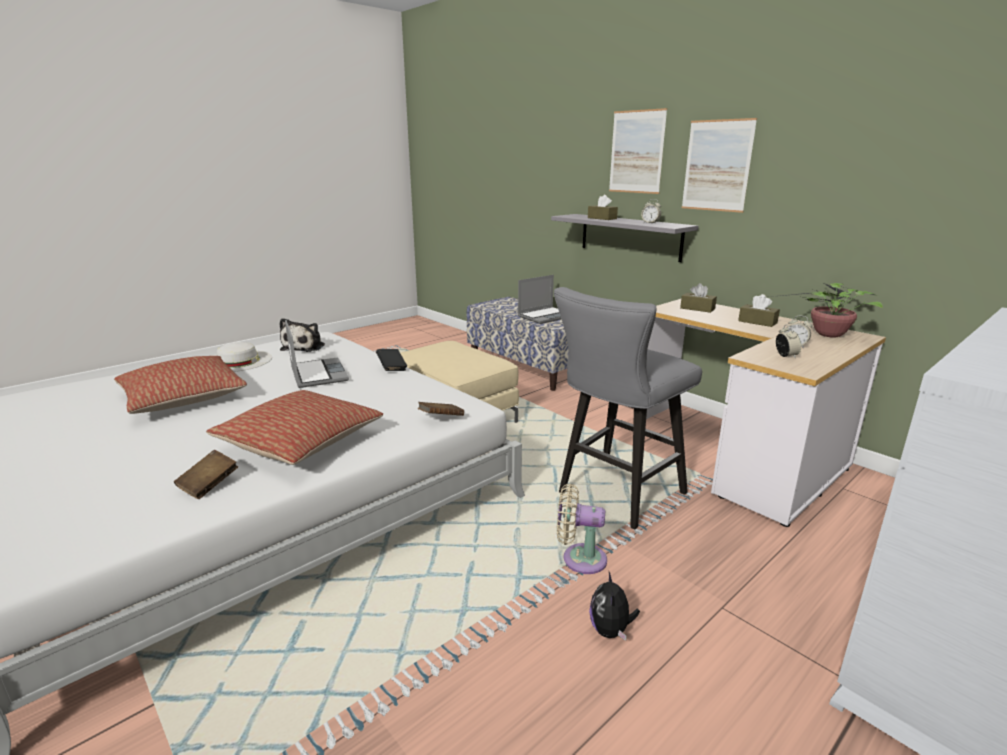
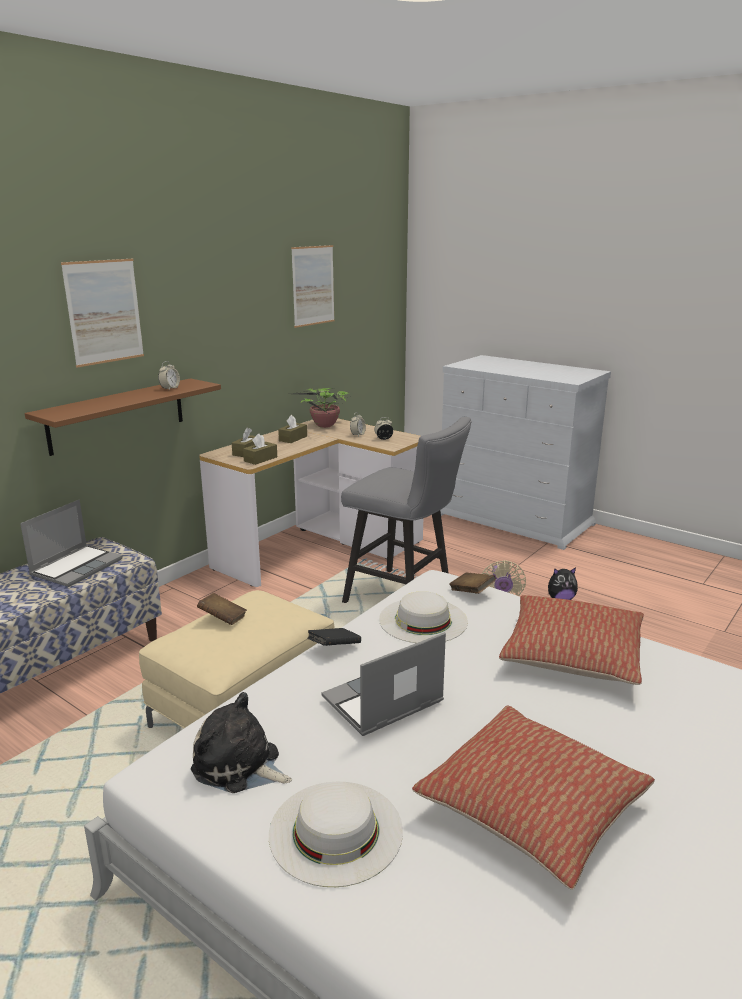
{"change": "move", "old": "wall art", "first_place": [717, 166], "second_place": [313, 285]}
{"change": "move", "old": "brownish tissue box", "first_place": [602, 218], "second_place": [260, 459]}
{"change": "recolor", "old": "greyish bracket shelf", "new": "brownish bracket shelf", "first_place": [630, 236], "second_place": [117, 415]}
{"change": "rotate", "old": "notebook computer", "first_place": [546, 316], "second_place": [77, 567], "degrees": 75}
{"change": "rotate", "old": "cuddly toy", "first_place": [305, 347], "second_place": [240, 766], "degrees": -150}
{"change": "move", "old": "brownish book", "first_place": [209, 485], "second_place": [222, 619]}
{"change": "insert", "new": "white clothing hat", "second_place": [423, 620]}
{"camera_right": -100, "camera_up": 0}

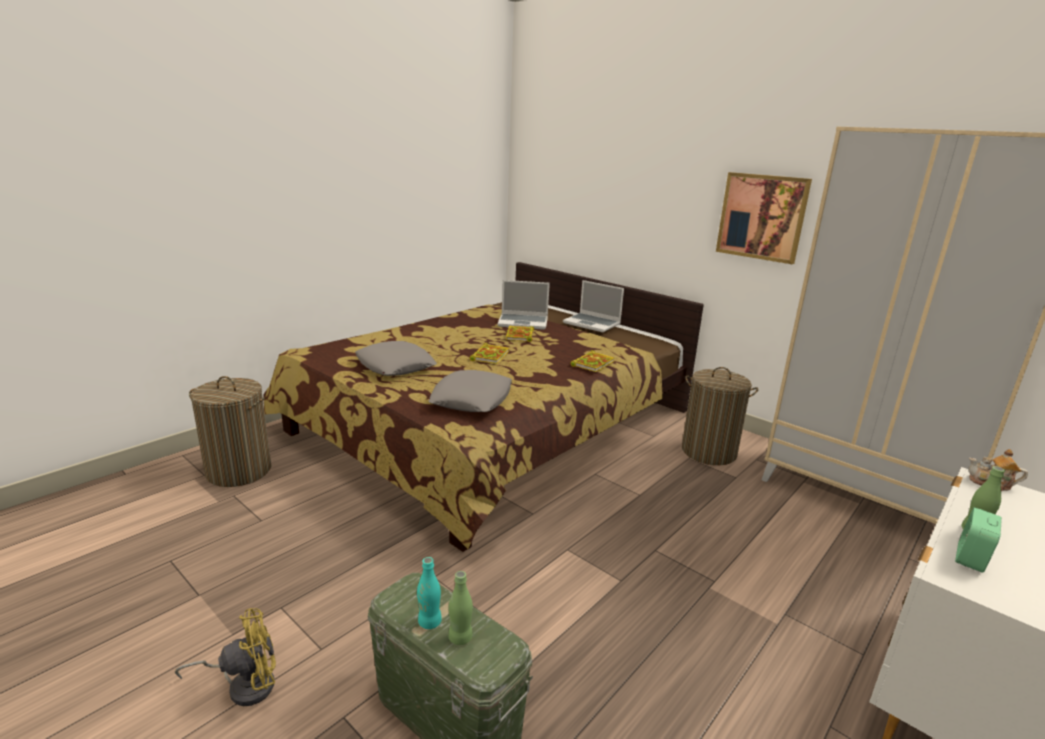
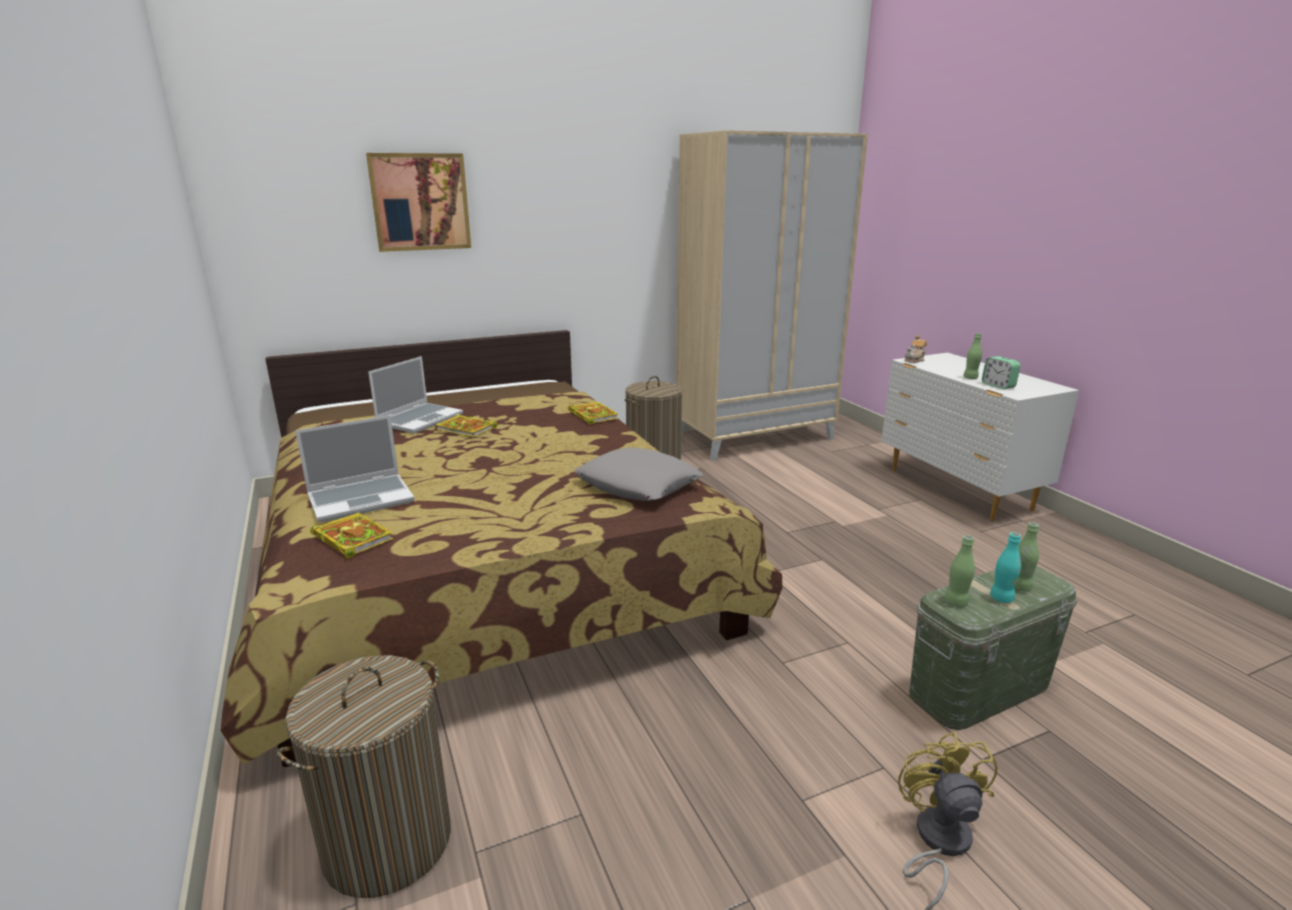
{"change": "move", "old": "wall art", "first_place": [762, 217], "second_place": [420, 202]}
{"change": "move", "old": "notebook computer", "first_place": [592, 323], "second_place": [362, 499]}
{"change": "delete", "old": "greyish pillow", "first_place": [395, 366]}
{"change": "move", "old": "book", "first_place": [490, 356], "second_place": [351, 538]}
{"change": "insert", "new": "green-coloured beverage bottle", "second_place": [956, 602]}
{"camera_right": -65, "camera_up": 0}

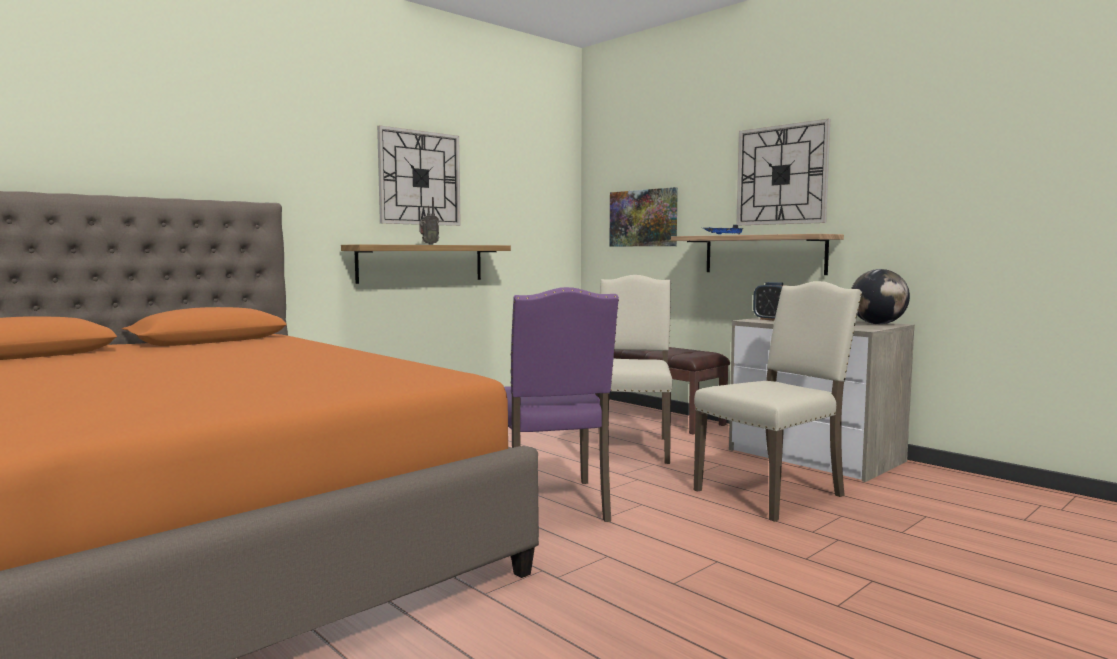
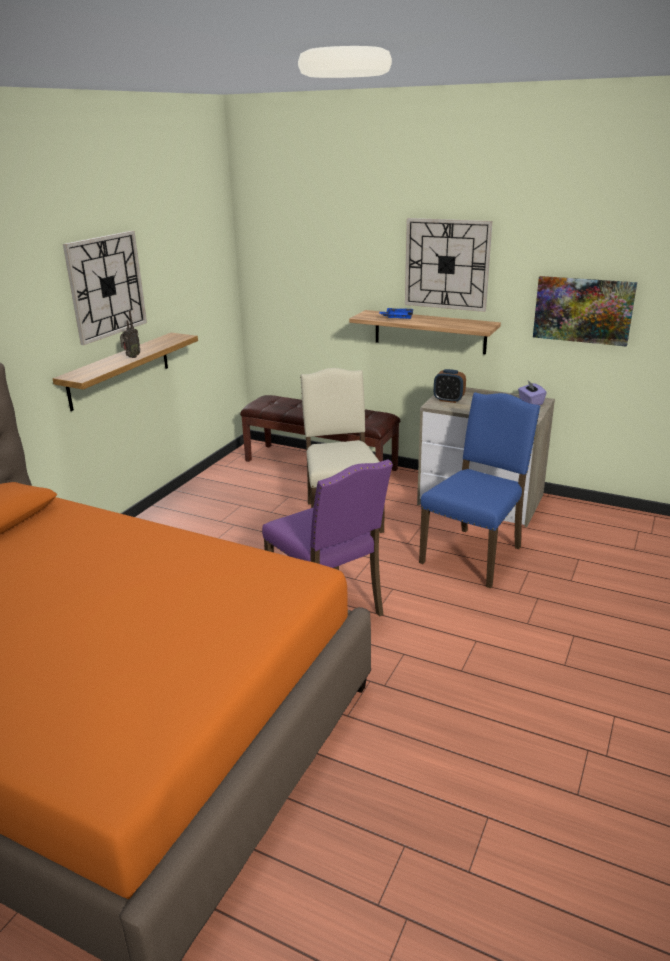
{"change": "move", "old": "wall art", "first_place": [643, 218], "second_place": [583, 310]}
{"change": "replace", "old": "globe", "new": "purple tissue box", "first_place": [878, 324], "second_place": [530, 402]}
{"change": "recolor", "old": "beige-coloured chair", "new": "blue-coloured chair", "first_place": [773, 493], "second_place": [474, 554]}
{"camera_right": -20, "camera_up": 20}

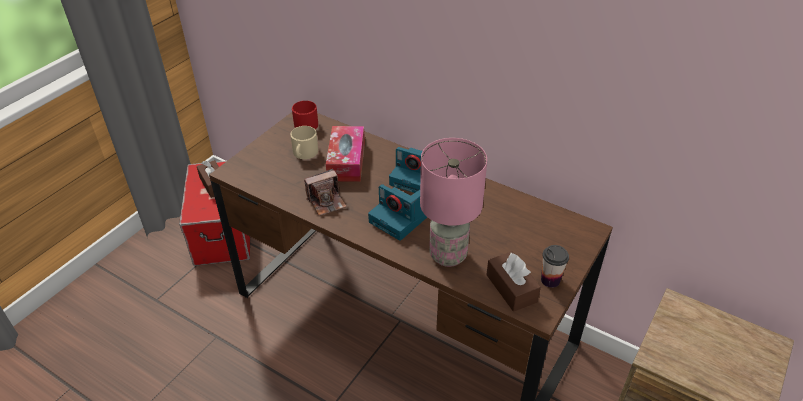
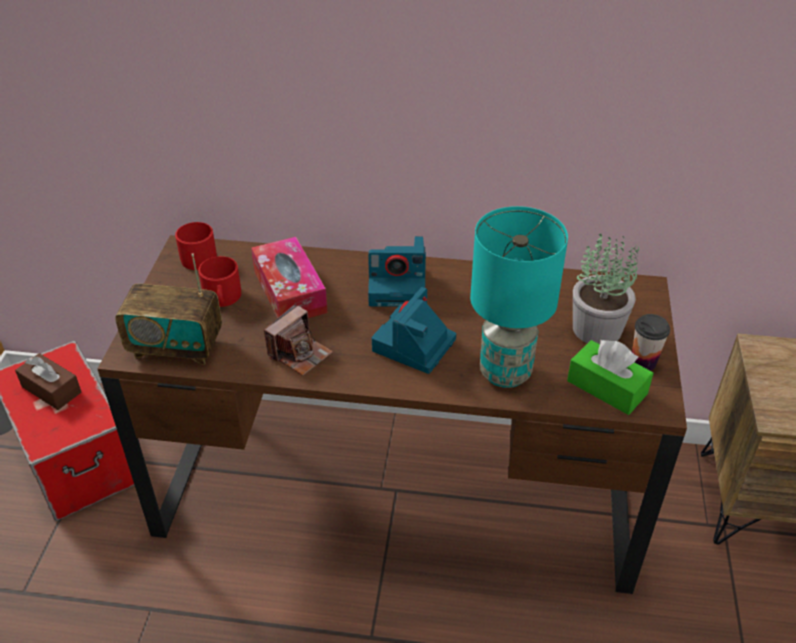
{"change": "recolor", "old": "beige-coloured mug", "new": "red mug", "first_place": [304, 153], "second_place": [222, 298]}
{"change": "recolor", "old": "pink-coloured lamp for a table", "new": "blue-green lamp for a table", "first_place": [447, 256], "second_place": [505, 373]}
{"change": "rotate", "old": "photo camera", "first_place": [400, 219], "second_place": [414, 346], "degrees": 105}
{"change": "recolor", "old": "brownish tissue box", "new": "green-coloured tissue box", "first_place": [511, 288], "second_place": [607, 387]}
{"change": "insert", "new": "potted plant", "second_place": [598, 328]}
{"change": "insert", "new": "radio set", "second_place": [176, 347]}
{"camera_right": -25, "camera_up": 0}

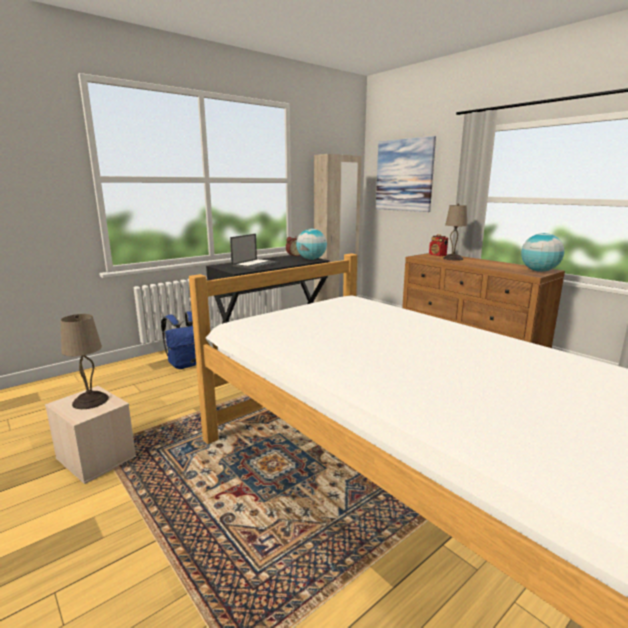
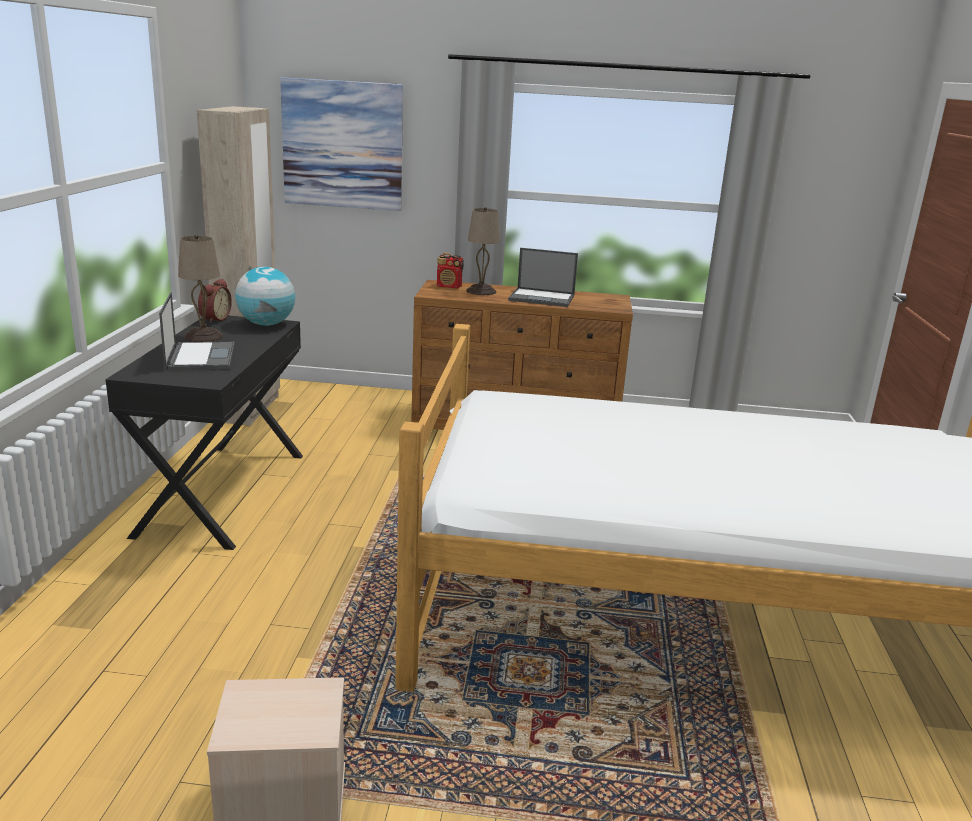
{"change": "delete", "old": "globe", "first_place": [539, 271]}
{"change": "delete", "old": "blue-coloured rucksack", "first_place": [186, 364]}
{"change": "move", "old": "beige-coloured lamp for a table", "first_place": [90, 401], "second_place": [204, 337]}
{"change": "insert", "new": "notebook computer", "second_place": [542, 298]}
{"camera_right": -45, "camera_up": 5}

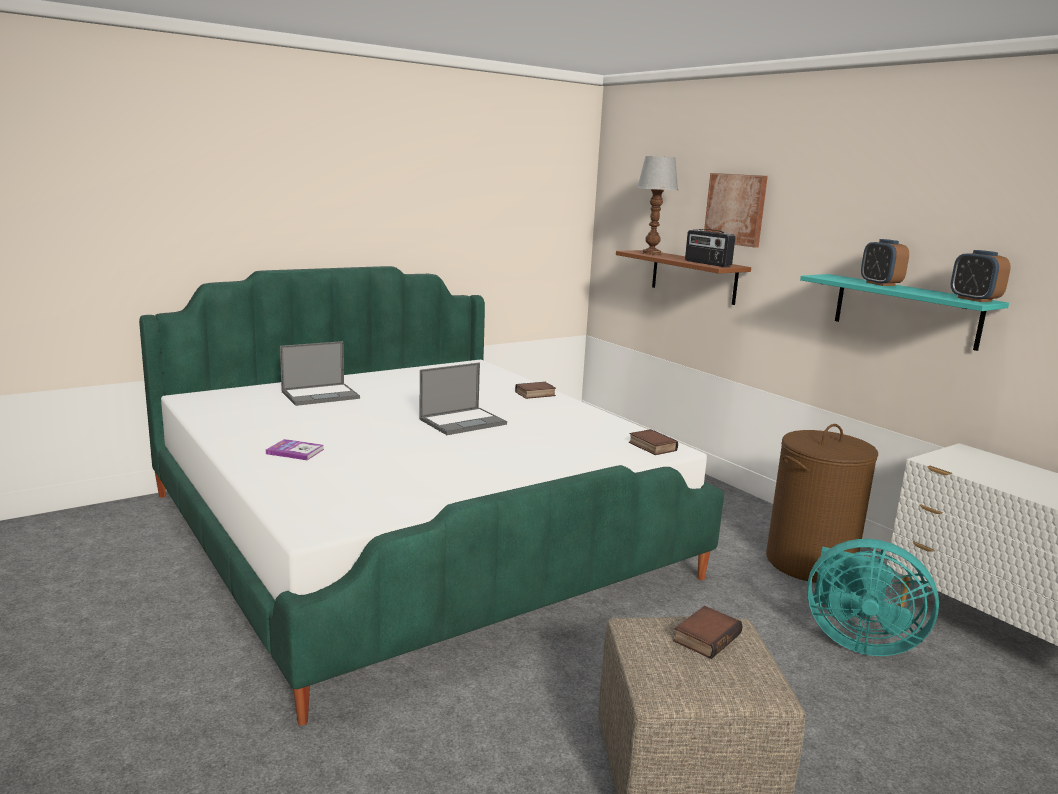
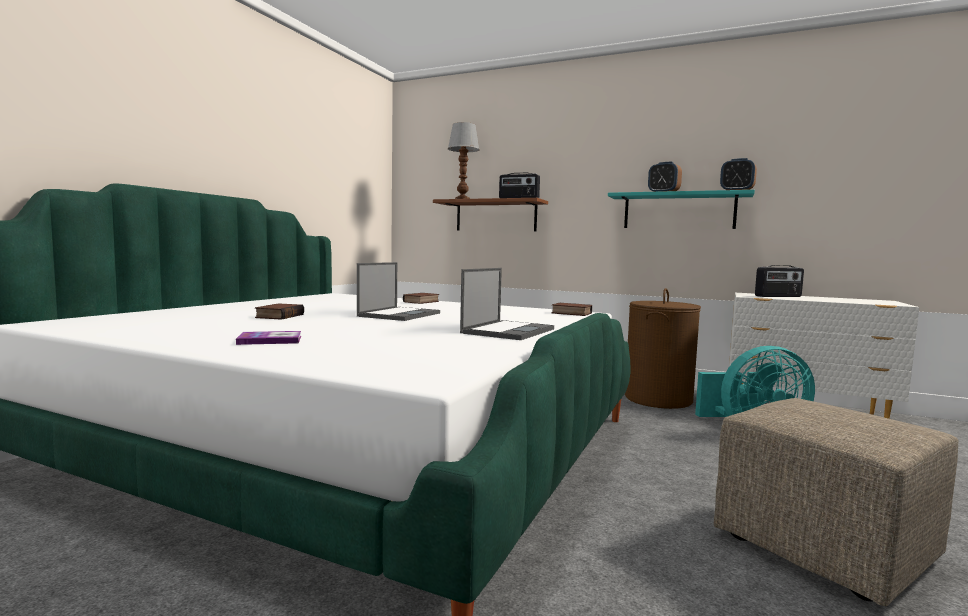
{"change": "delete", "old": "wall art", "first_place": [735, 209]}
{"change": "move", "old": "notebook computer", "first_place": [321, 395], "second_place": [508, 331]}
{"change": "move", "old": "book", "first_place": [705, 636], "second_place": [279, 316]}
{"change": "insert", "new": "radio set", "second_place": [778, 296]}
{"camera_right": -30, "camera_up": -10}

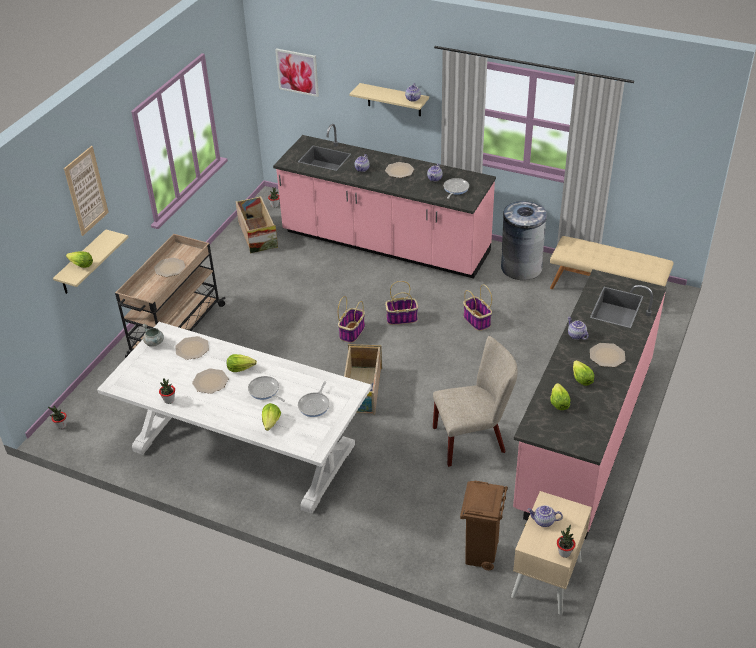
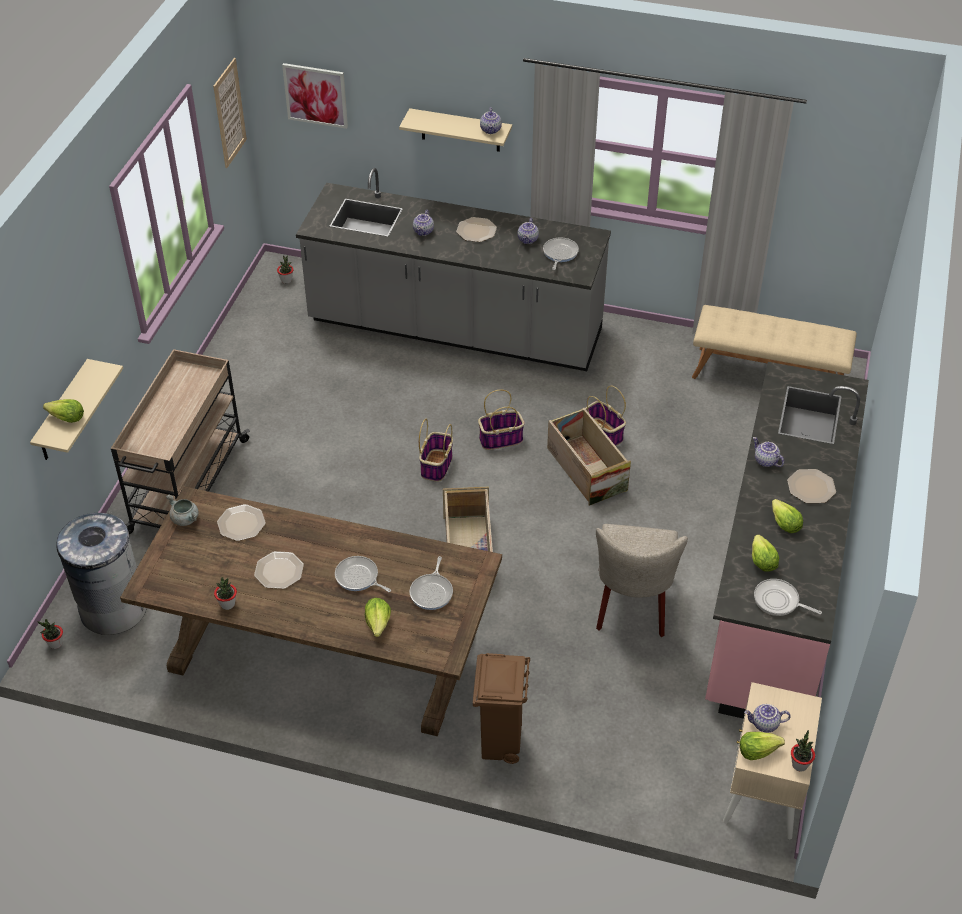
{"change": "recolor", "old": "pink-coloured kitchen base unit", "new": "greyish kitchen base unit", "first_place": [385, 244], "second_place": [455, 328]}
{"change": "move", "old": "wall art", "first_place": [86, 191], "second_place": [229, 113]}
{"change": "move", "old": "packing crate", "first_place": [257, 234], "second_place": [585, 469]}
{"change": "move", "old": "greyish waste bin", "first_place": [521, 267], "second_place": [113, 608]}
{"change": "delete", "old": "flat dish", "first_place": [170, 268]}
{"change": "recolor", "old": "white dinner table", "new": "brownish dinner table", "first_place": [244, 447], "second_place": [324, 650]}
{"change": "rotate", "old": "beige-coloured chair", "first_place": [473, 439], "second_place": [632, 607], "degrees": 120}
{"change": "move", "old": "lettuce", "first_place": [241, 368], "second_place": [757, 750]}
{"change": "move", "old": "brownish waste bin", "first_place": [480, 556], "second_place": [500, 745]}
{"change": "insert", "new": "frying pan", "second_place": [779, 601]}
{"camera_right": -10, "camera_up": 5}

